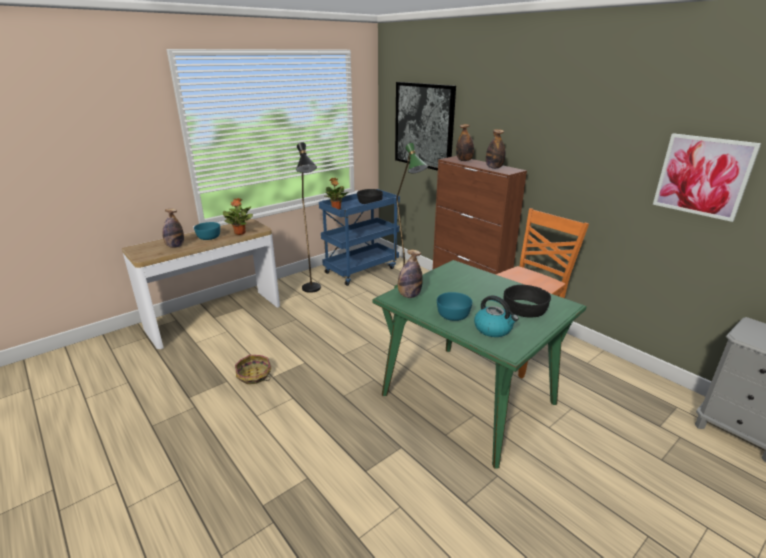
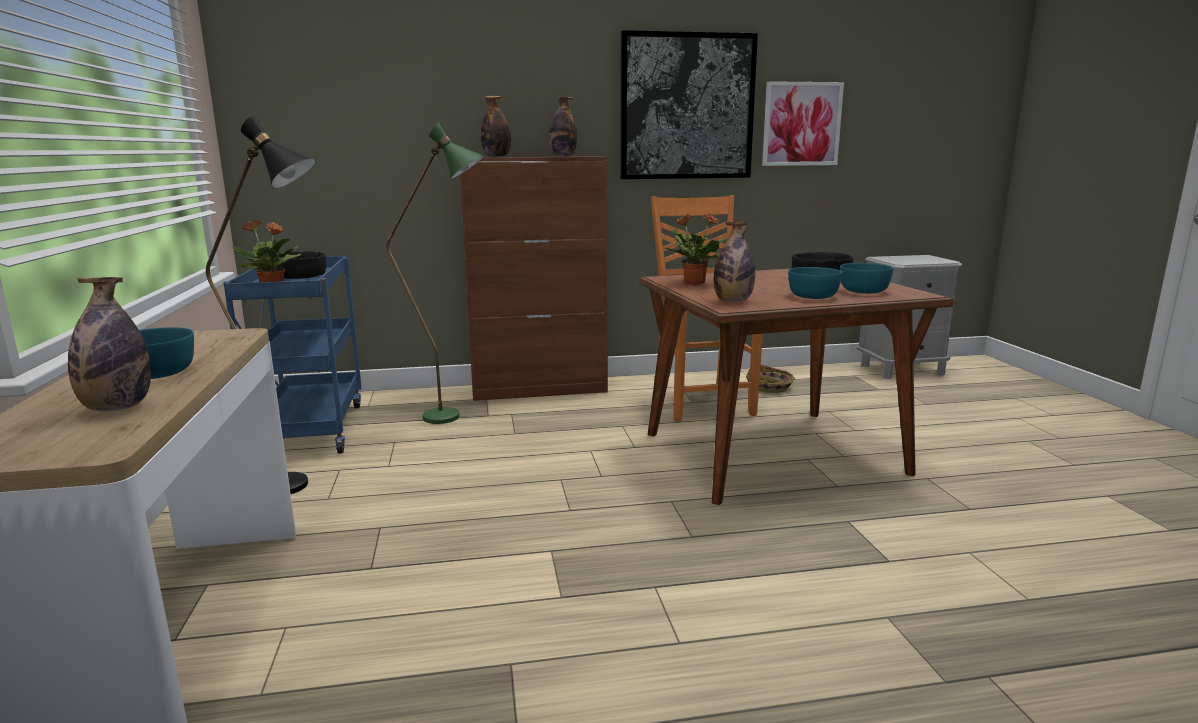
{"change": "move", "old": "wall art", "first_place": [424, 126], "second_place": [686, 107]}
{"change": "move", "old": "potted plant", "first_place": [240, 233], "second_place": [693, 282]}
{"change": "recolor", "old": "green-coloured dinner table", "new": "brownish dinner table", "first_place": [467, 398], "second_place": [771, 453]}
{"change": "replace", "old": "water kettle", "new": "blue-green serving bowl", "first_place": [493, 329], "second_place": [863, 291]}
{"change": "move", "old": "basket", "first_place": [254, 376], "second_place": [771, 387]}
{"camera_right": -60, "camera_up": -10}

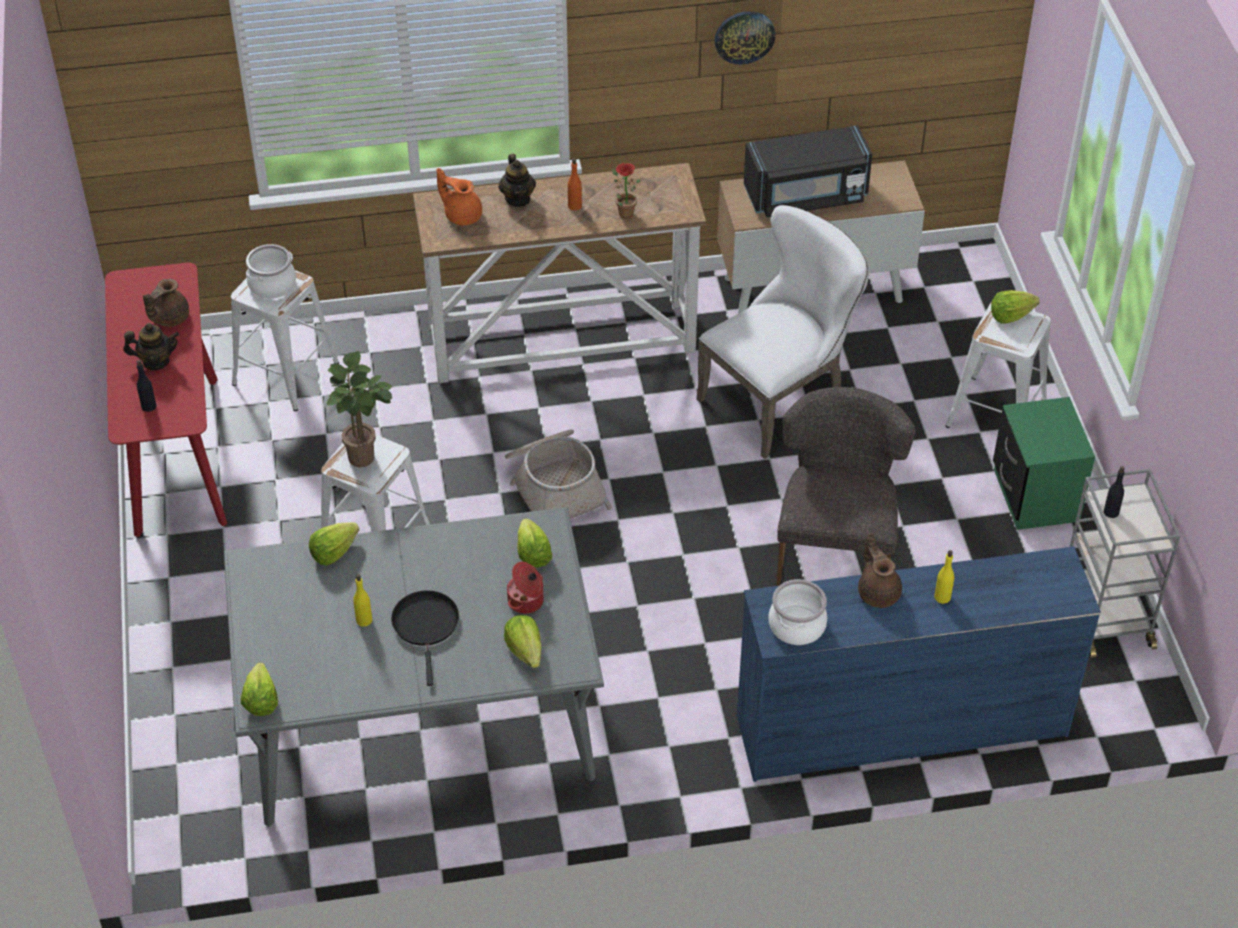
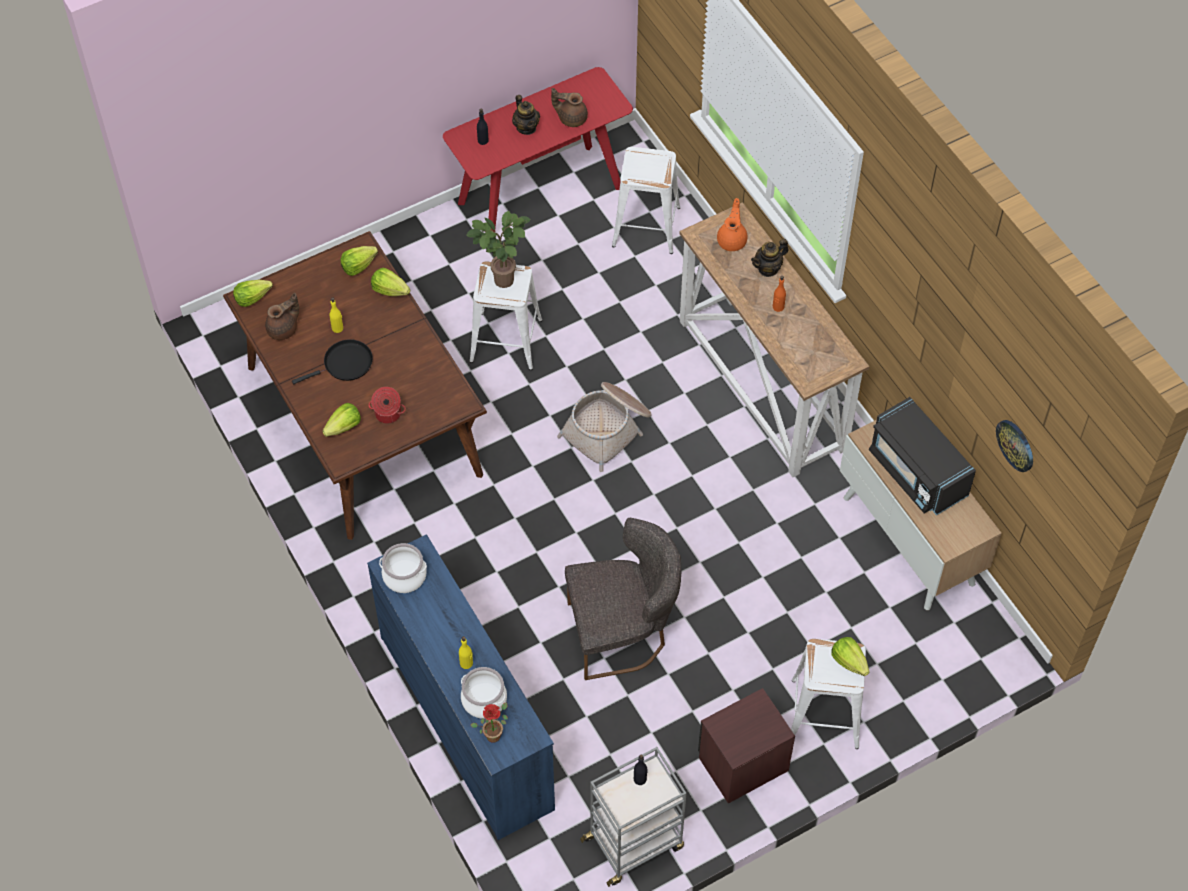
{"change": "move", "old": "clock on the wall", "first_place": [744, 36], "second_place": [1016, 445]}
{"change": "move", "old": "potted plant", "first_place": [623, 212], "second_place": [494, 733]}
{"change": "delete", "old": "white chair", "first_place": [779, 399]}
{"change": "move", "old": "saucepot", "first_place": [272, 284], "second_place": [484, 699]}
{"change": "recolor", "old": "green-coloured bedside table", "new": "brownish bedside table", "first_place": [1035, 495], "second_place": [743, 763]}
{"change": "recolor", "old": "greyish dinner table", "new": "brownish dinner table", "first_place": [422, 718], "second_place": [365, 421]}
{"change": "move", "old": "lettuce", "first_place": [532, 554], "second_place": [358, 266]}
{"change": "move", "old": "brownish pot for tea", "first_place": [878, 592], "second_place": [284, 329]}
{"camera_right": 70, "camera_up": 10}

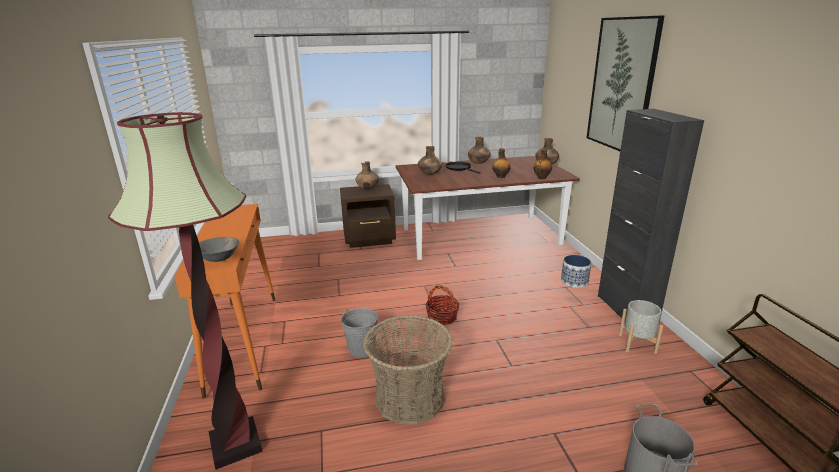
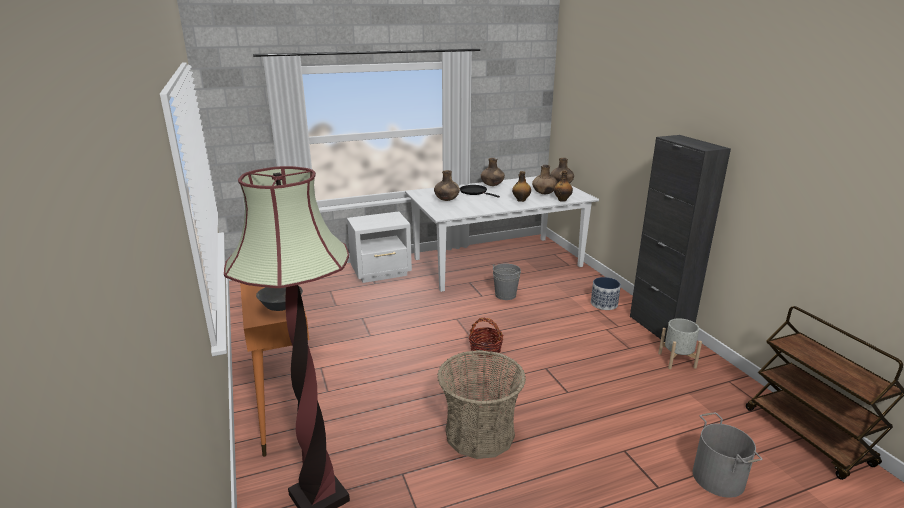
{"change": "delete", "old": "wall art", "first_place": [621, 85]}
{"change": "recolor", "old": "brownish dinner table", "new": "white dinner table", "first_place": [480, 236], "second_place": [497, 262]}
{"change": "move", "old": "brownish decorative vase", "first_place": [368, 188], "second_place": [544, 193]}
{"change": "recolor", "old": "brownish bedside table", "new": "white bedside table", "first_place": [370, 240], "second_place": [382, 272]}
{"change": "move", "old": "greyish pail", "first_place": [362, 349], "second_place": [505, 295]}
{"camera_right": -10, "camera_up": 0}

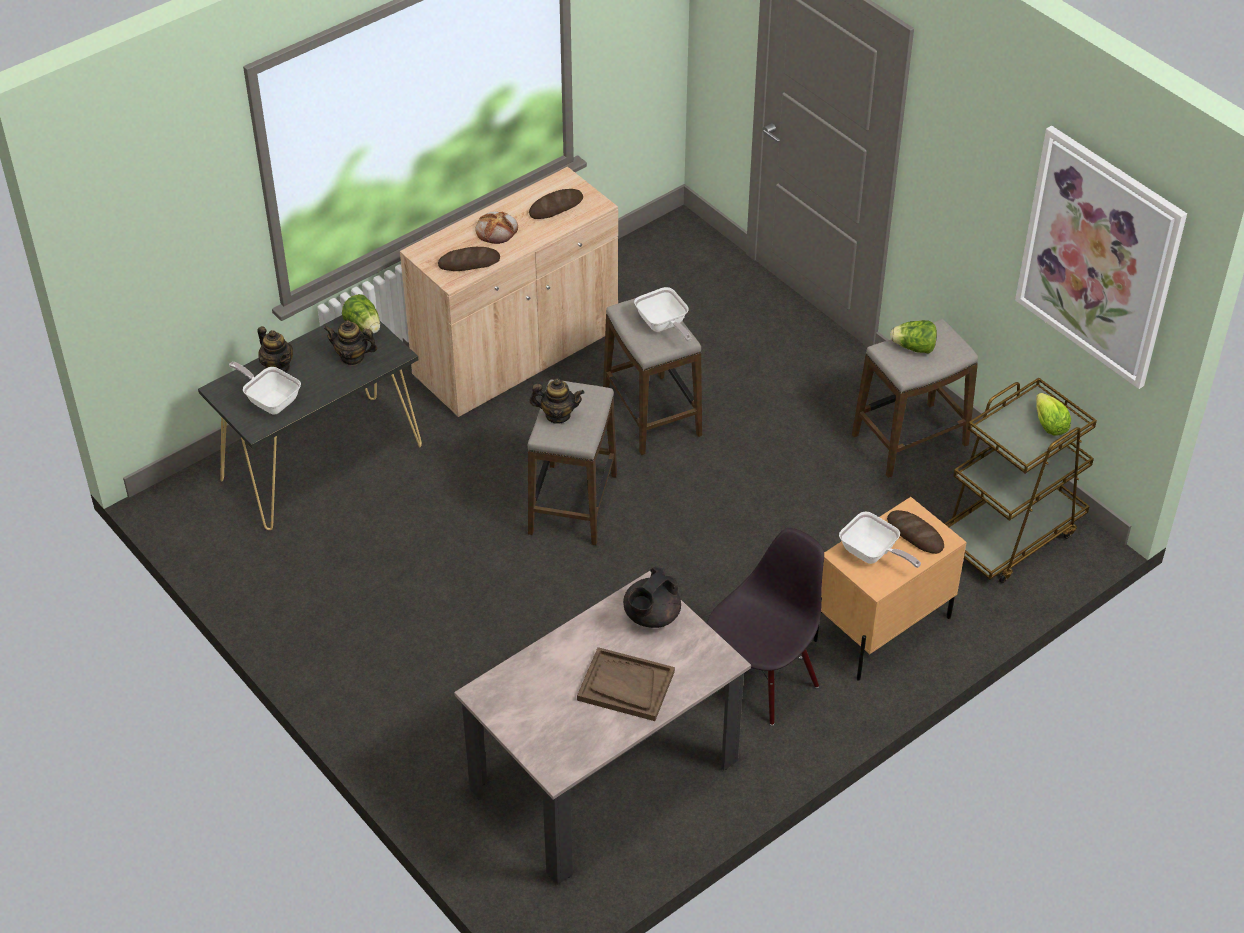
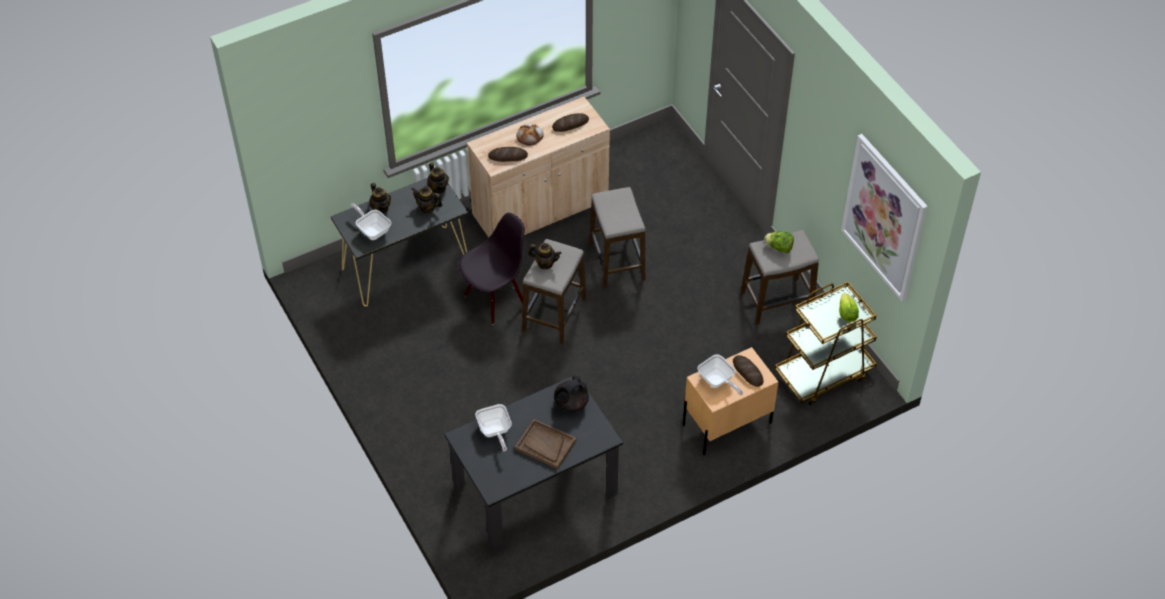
{"change": "move", "old": "frying pan", "first_place": [663, 326], "second_place": [495, 431]}
{"change": "replace", "old": "lettuce", "new": "pot for tea", "first_place": [364, 327], "second_place": [438, 187]}
{"change": "move", "old": "black chair", "first_place": [762, 681], "second_place": [495, 299]}
{"change": "recolor", "old": "beige-coloured dinner table", "new": "black dinner table", "first_place": [604, 776], "second_place": [535, 492]}
{"camera_right": 10, "camera_up": 5}

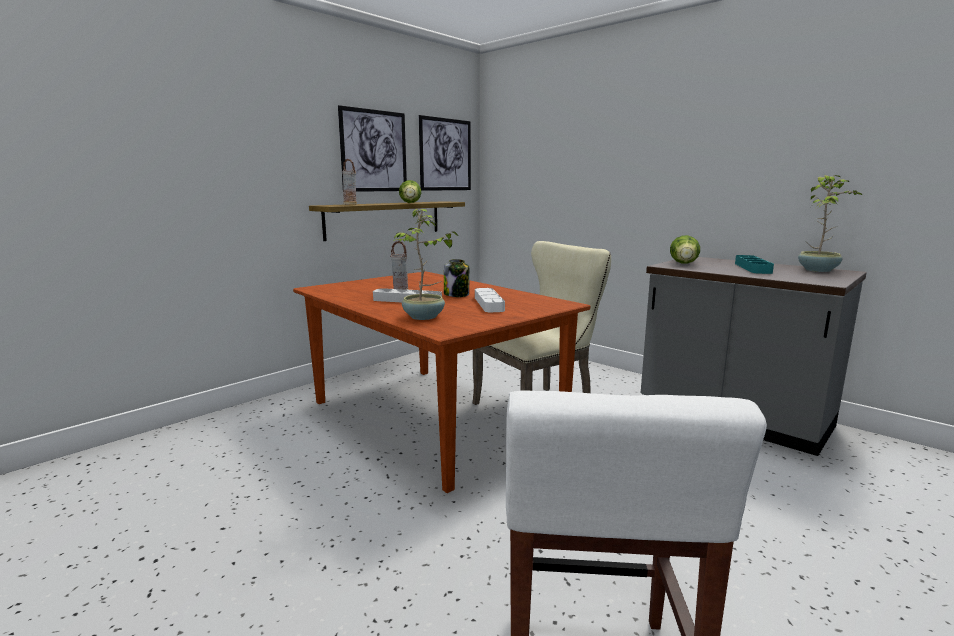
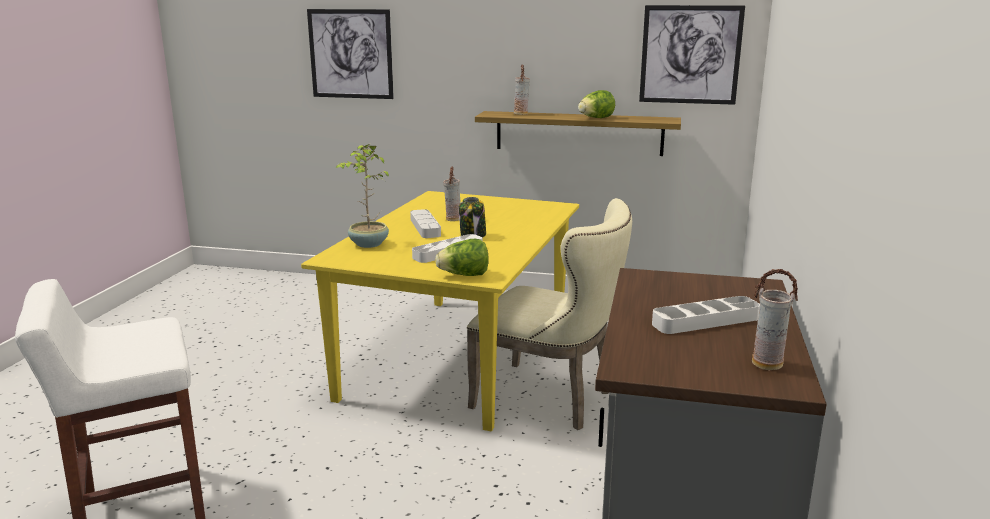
{"change": "move", "old": "wall art", "first_place": [374, 151], "second_place": [350, 54]}
{"change": "replace", "old": "potted plant", "new": "decorative vase", "first_place": [818, 270], "second_place": [767, 364]}
{"change": "move", "old": "lettuce", "first_place": [684, 264], "second_place": [464, 275]}
{"change": "recolor", "old": "blue-green tray", "new": "white tray", "first_place": [752, 268], "second_place": [705, 321]}
{"change": "recolor", "old": "brownish dinner table", "new": "yellowish dinner table", "first_place": [434, 418], "second_place": [460, 357]}
{"camera_right": 60, "camera_up": 5}

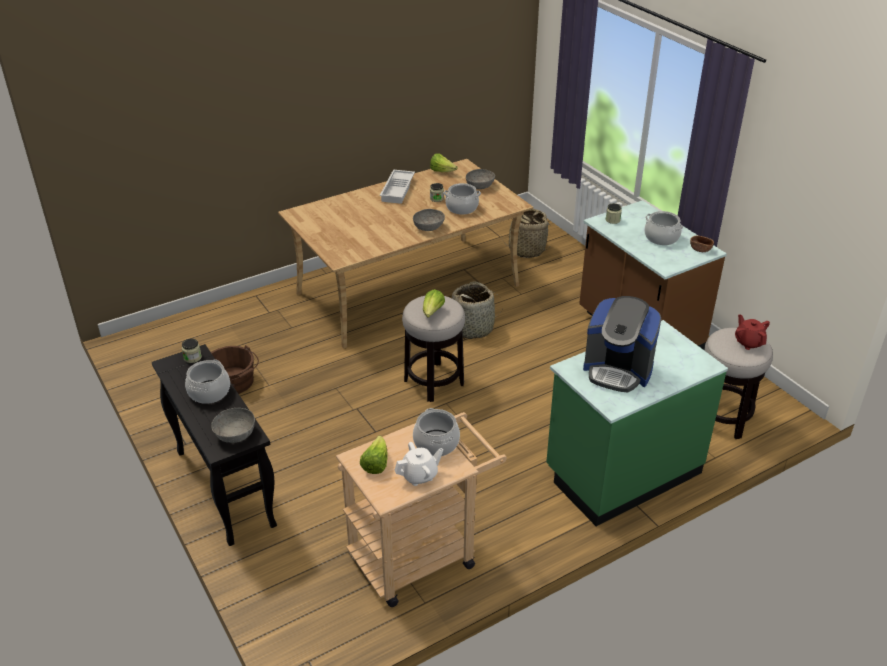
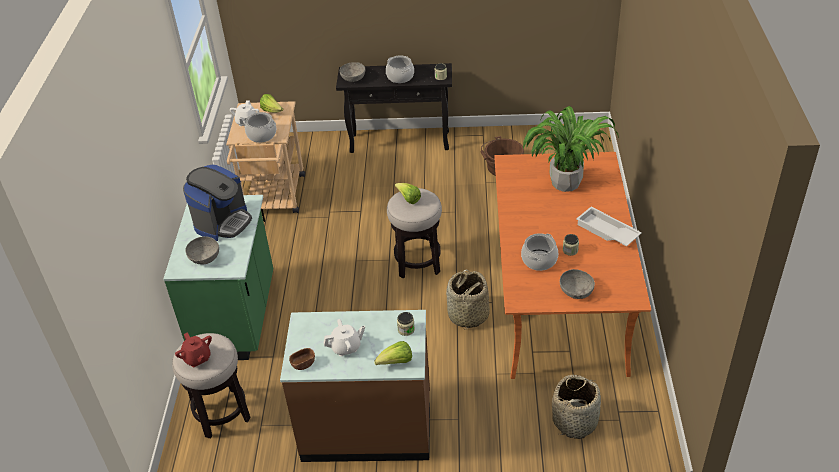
{"change": "move", "old": "lettuce", "first_place": [442, 171], "second_place": [396, 362]}
{"change": "recolor", "old": "beige-coloured dinner table", "new": "orange dinner table", "first_place": [408, 289], "second_place": [560, 297]}
{"change": "move", "old": "greyish serving bowl", "first_place": [428, 227], "second_place": [204, 257]}
{"change": "replace", "old": "saucepot", "new": "white pot for tea", "first_place": [661, 237], "second_place": [346, 347]}
{"change": "rotate", "old": "coffee maker", "first_place": [618, 370], "second_place": [223, 222], "degrees": 150}
{"change": "rotate", "old": "red pot for tea", "first_place": [749, 342], "second_place": [197, 358], "degrees": 45}
{"change": "insert", "new": "potted plant", "second_place": [566, 182]}
{"camera_right": 125, "camera_up": 5}

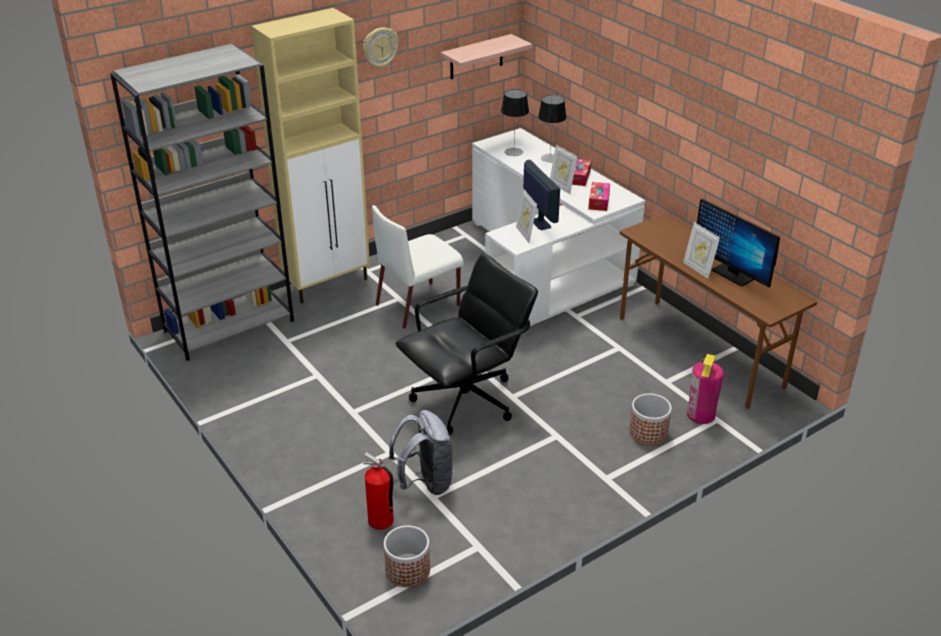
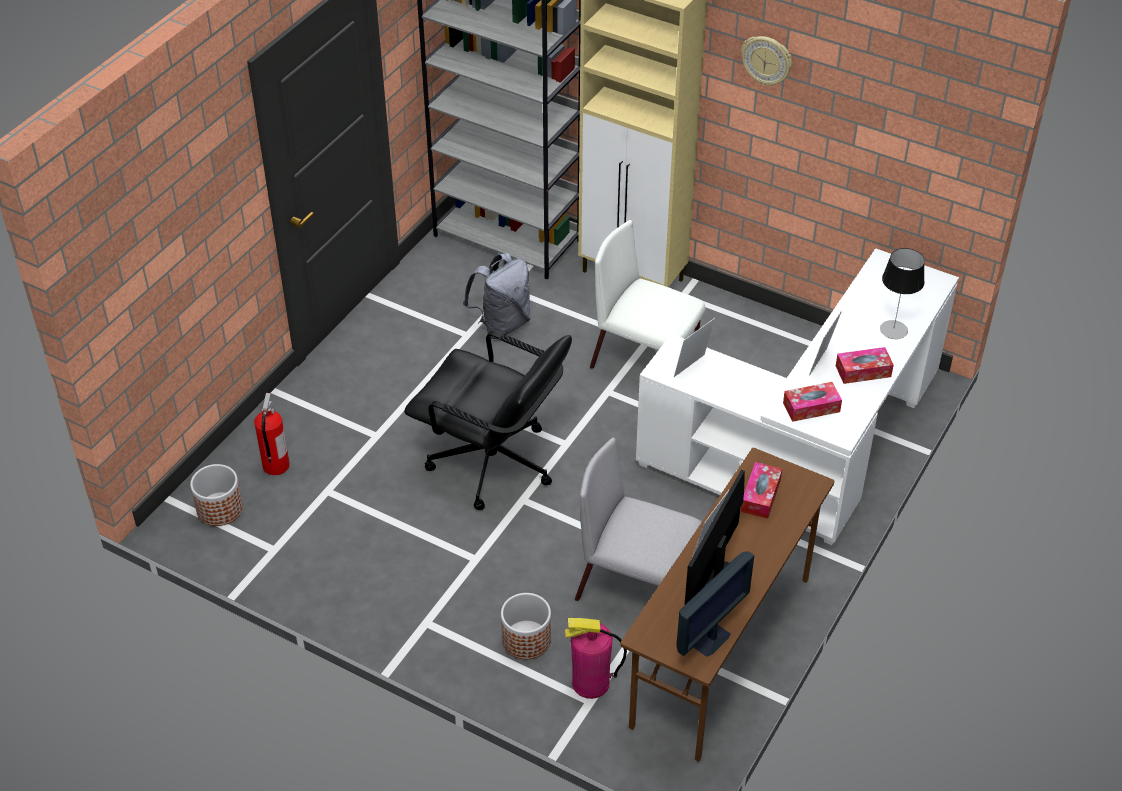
{"change": "delete", "old": "bracket shelf", "first_place": [476, 57]}
{"change": "delete", "old": "lamp for a table", "first_place": [513, 152]}
{"change": "move", "old": "computer display", "first_place": [540, 223], "second_place": [712, 639]}
{"change": "move", "old": "greyish rucksack", "first_place": [425, 482], "second_place": [502, 324]}
{"change": "insert", "new": "greyish chair", "second_place": [637, 588]}
{"change": "insert", "new": "tissue box", "second_place": [760, 496]}
{"camera_right": 65, "camera_up": 10}

